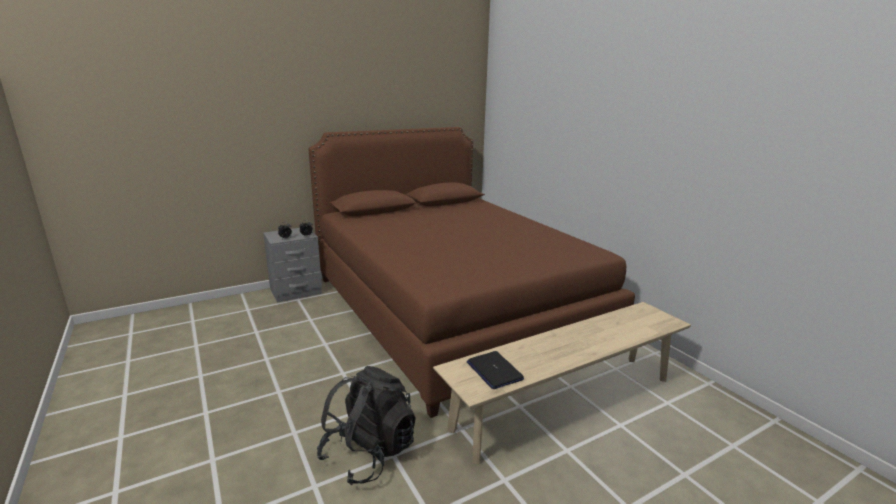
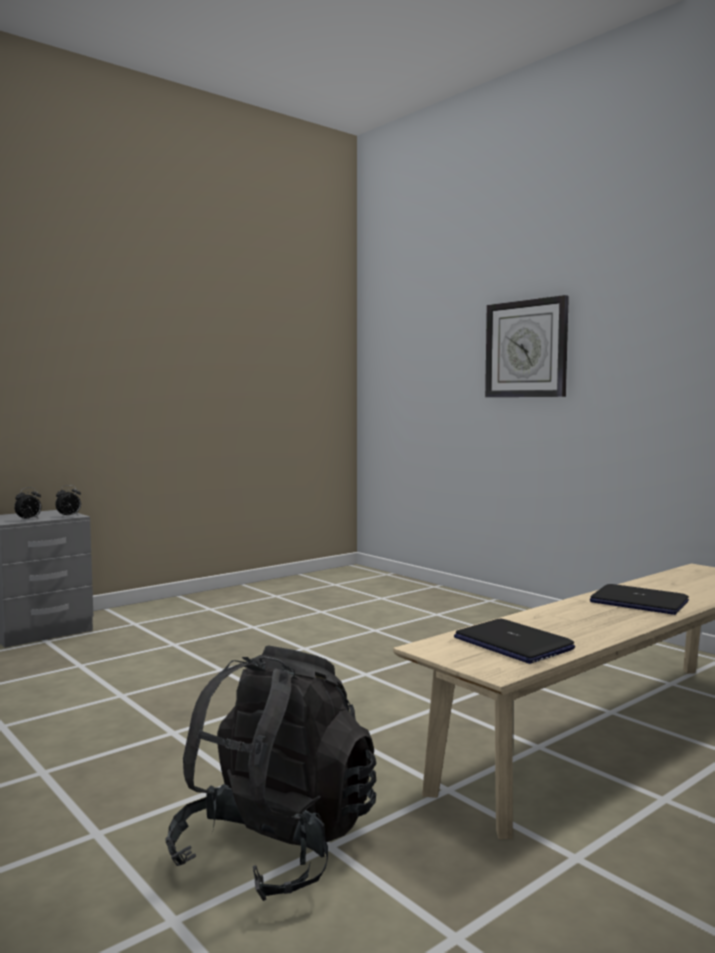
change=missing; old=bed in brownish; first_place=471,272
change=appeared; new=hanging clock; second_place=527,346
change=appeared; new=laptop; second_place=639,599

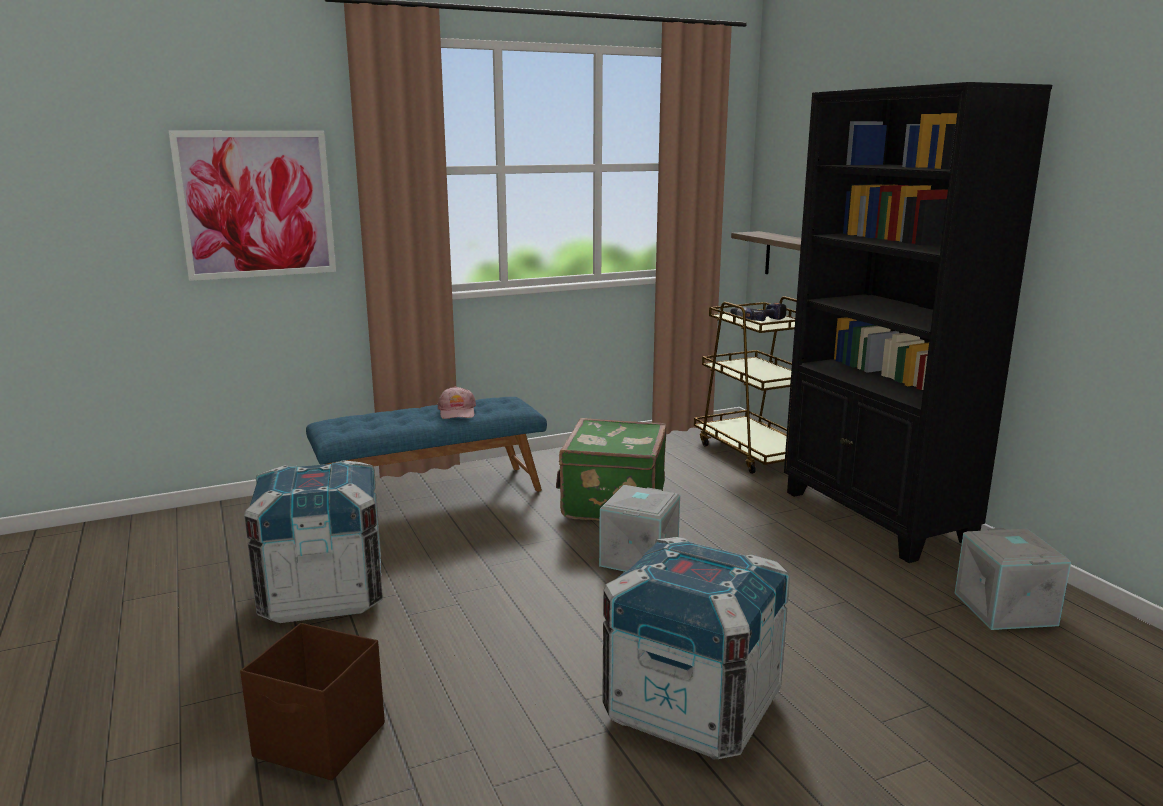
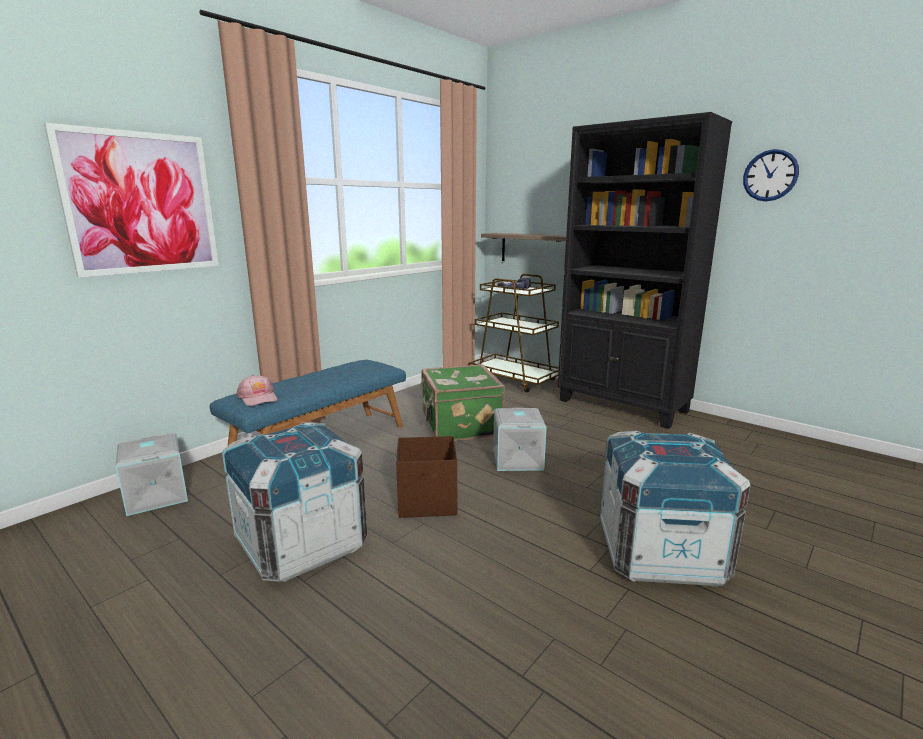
change=relocated; old=baseball cap in pink; first_place=456,402; second_place=256,390
change=relocated; old=storage box in grey; first_place=1012,579; second_place=152,474
change=relocated; old=storage box in brownish; first_place=312,702; second_place=426,477
change=appeared; new=hanging clock; second_place=771,175

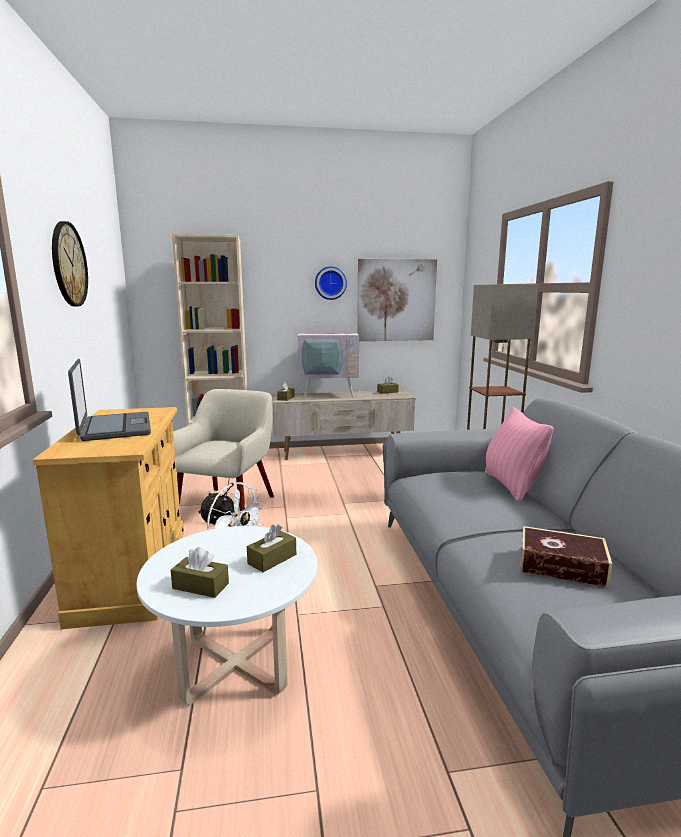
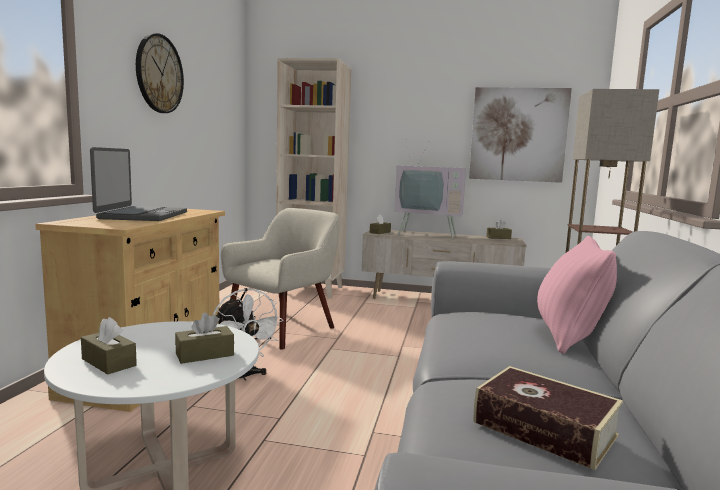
change=missing; old=hanging clock; first_place=331,283

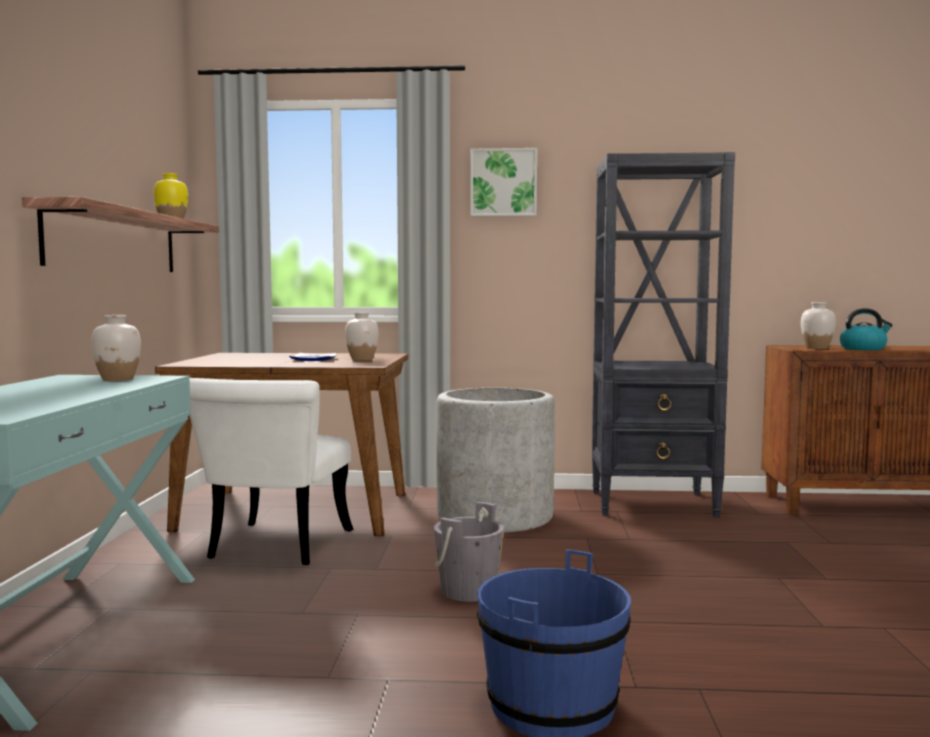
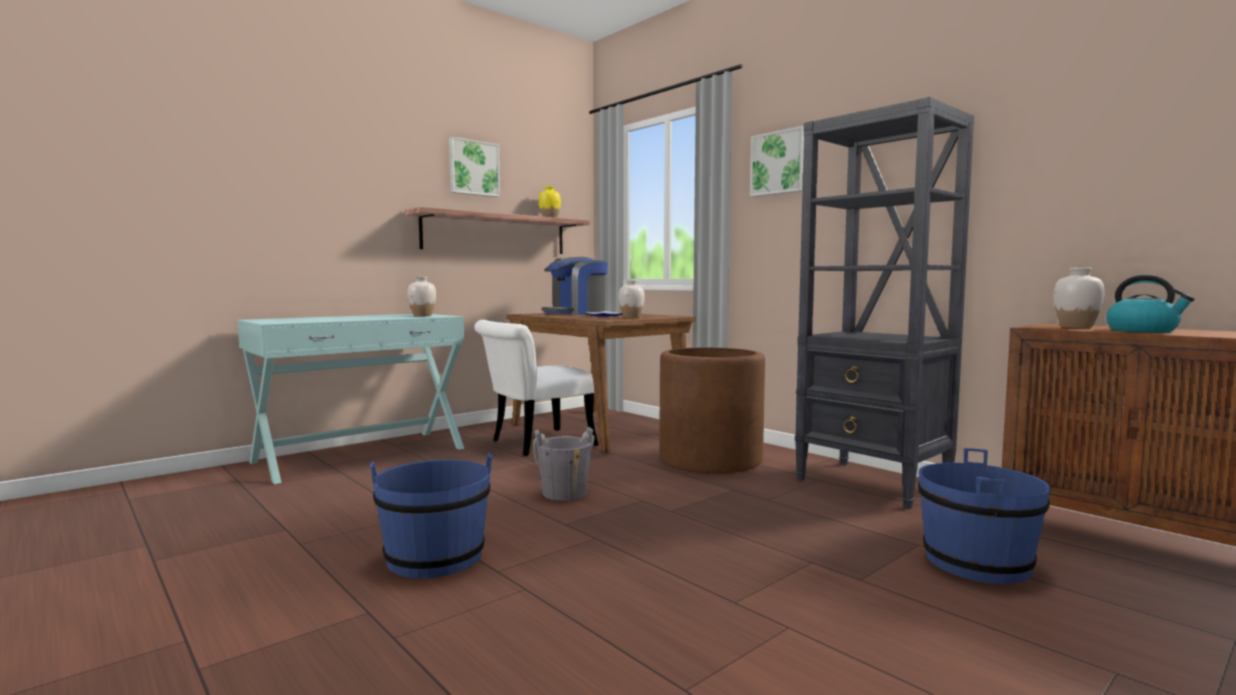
change=colour; old=plant pot in grey; new=plant pot in brownish; first_place=495,460; second_place=712,410
change=appeared; new=wall art; second_place=474,167
change=appeared; new=coffee machine; second_place=574,286
change=appeared; new=pail in blue; second_place=984,516

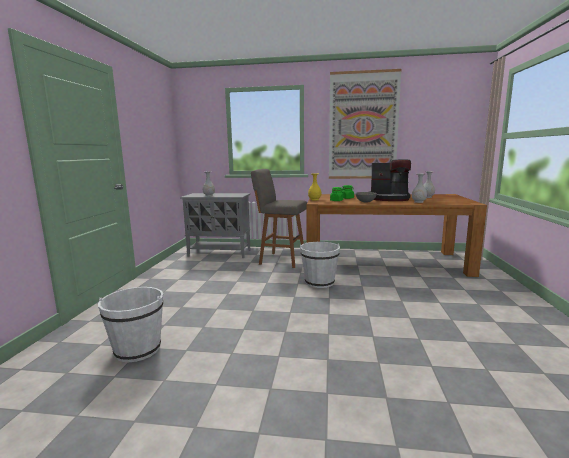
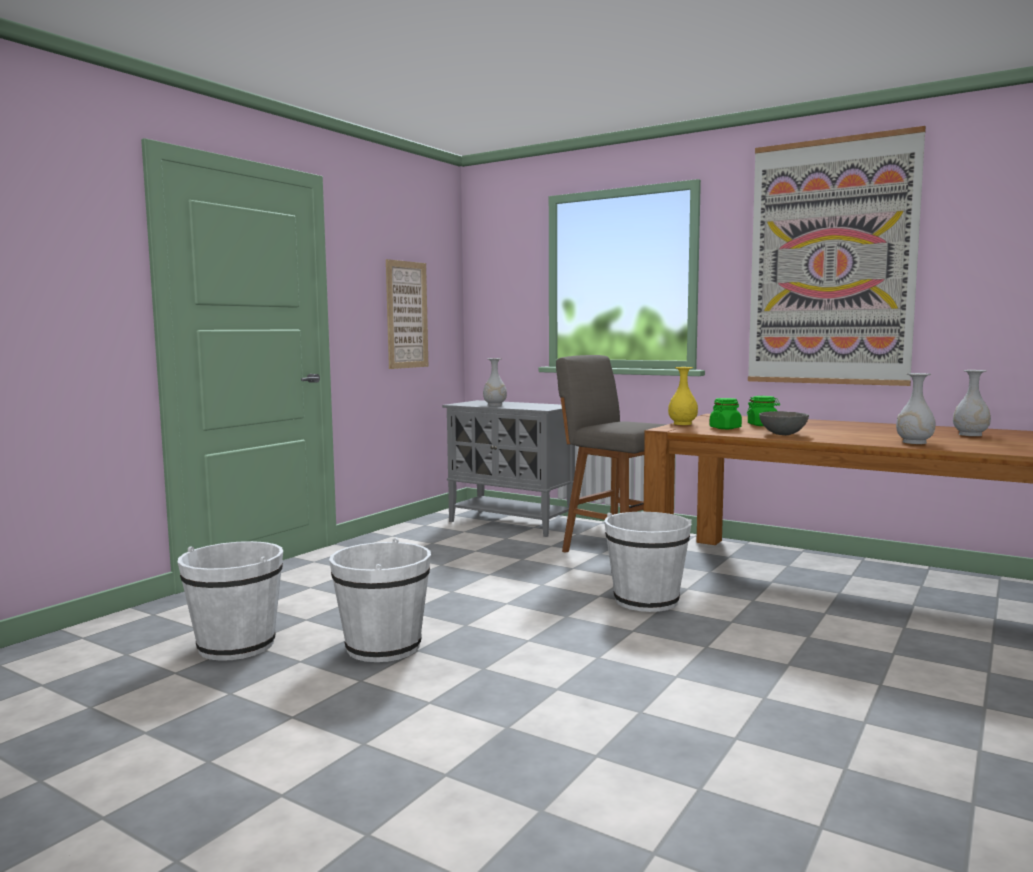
change=missing; old=coffee machine; first_place=390,180
change=appeared; new=wall art; second_place=407,314
change=appeared; new=pail in white; second_place=380,600

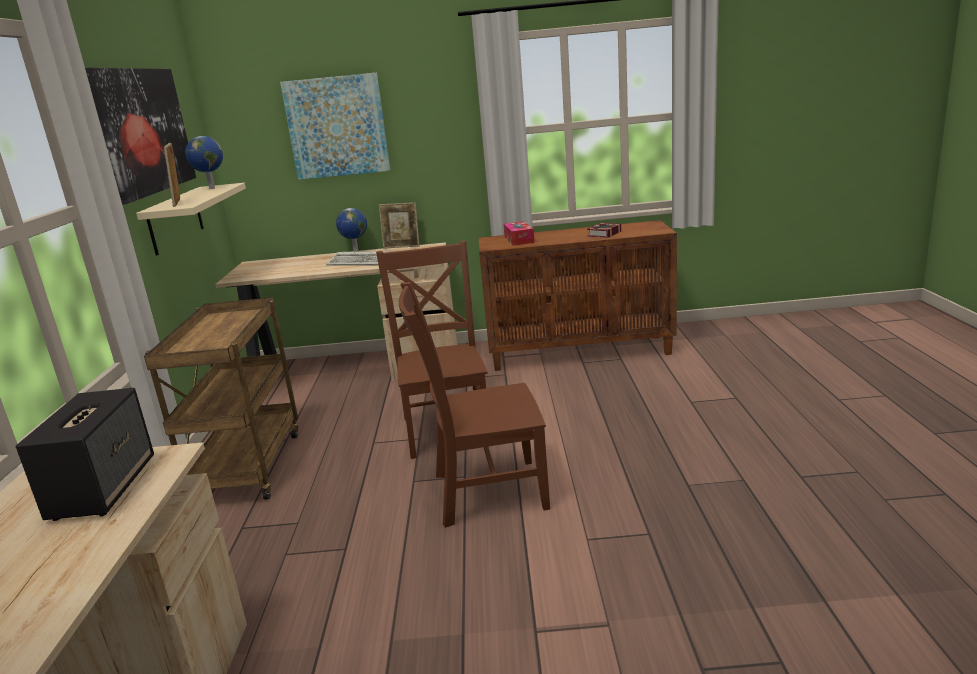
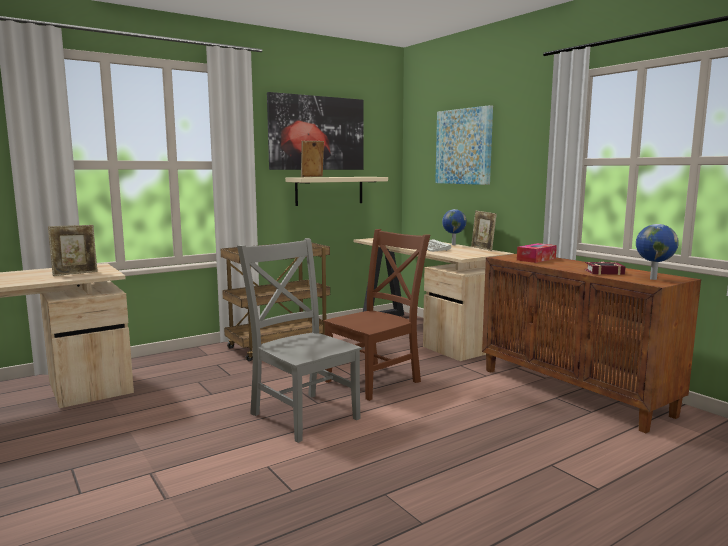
change=relocated; old=world globe; first_place=204,162; second_place=657,252
change=colour; old=upright chair in brownish; new=upright chair in grey; first_place=474,405; second_place=299,340
change=exchanged; old=loudspeaker; new=picture frame; first_place=85,454; second_place=73,250

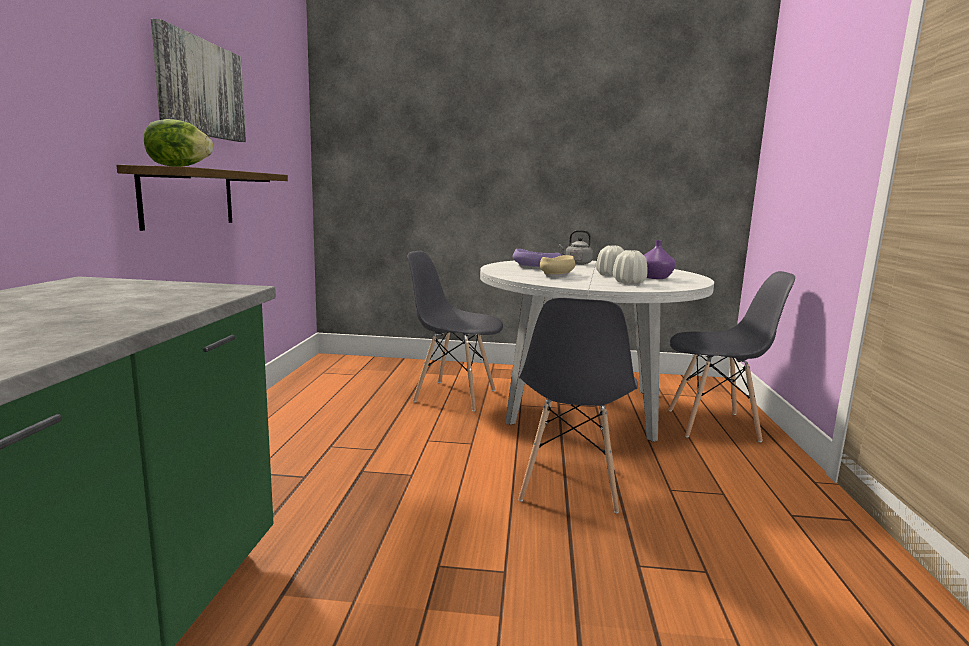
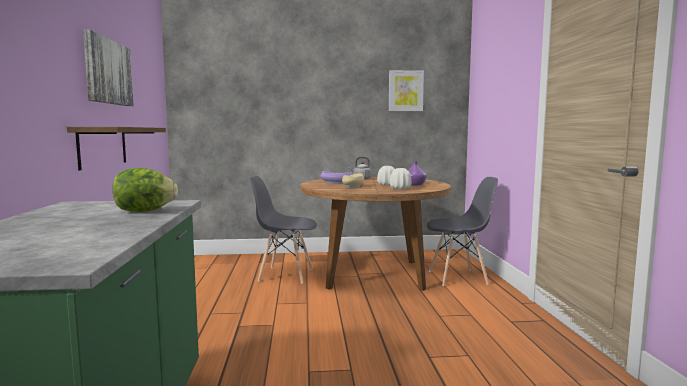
change=relocated; old=head of lettuce; first_place=178,143; second_place=145,190
change=colour; old=kitchen table in white; new=kitchen table in brownish; first_place=597,351; second_place=376,234
change=missing; old=upright chair in grey; first_place=578,405
change=appeared; new=wall art; second_place=406,90

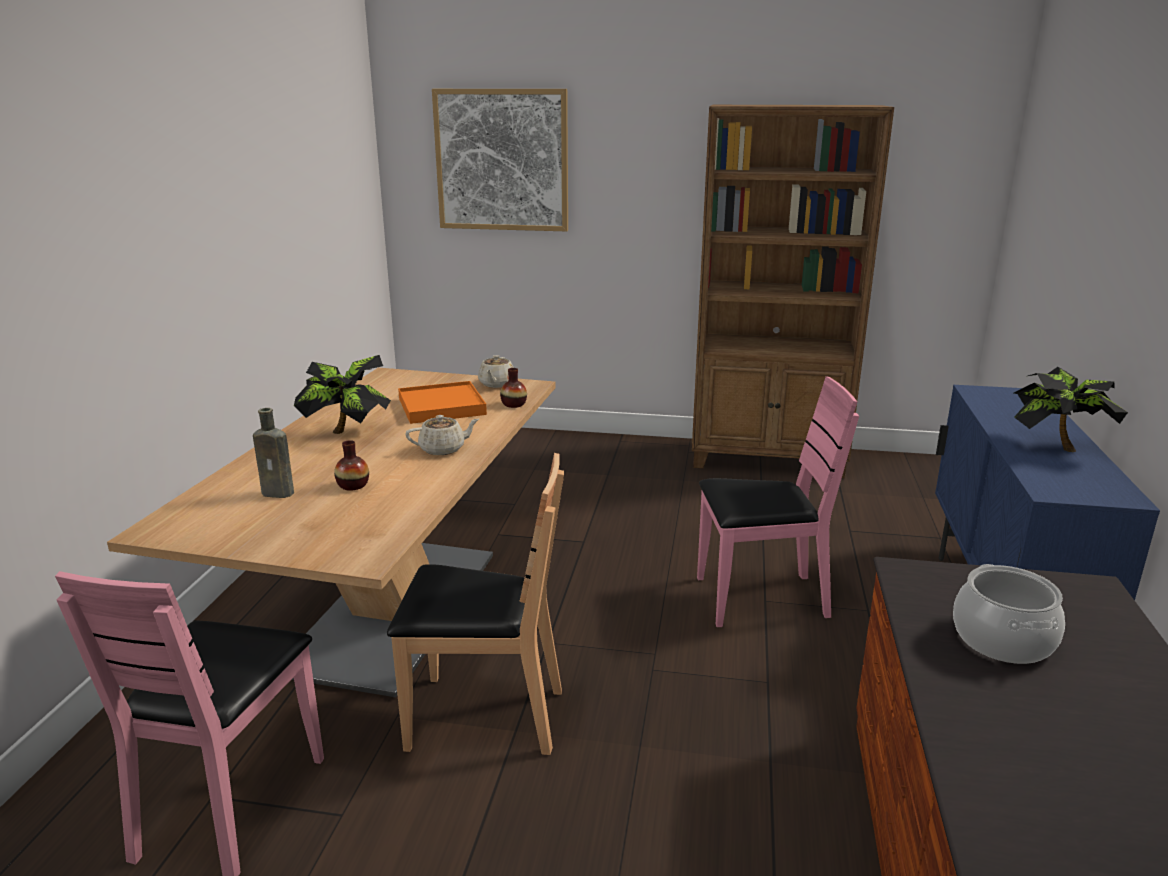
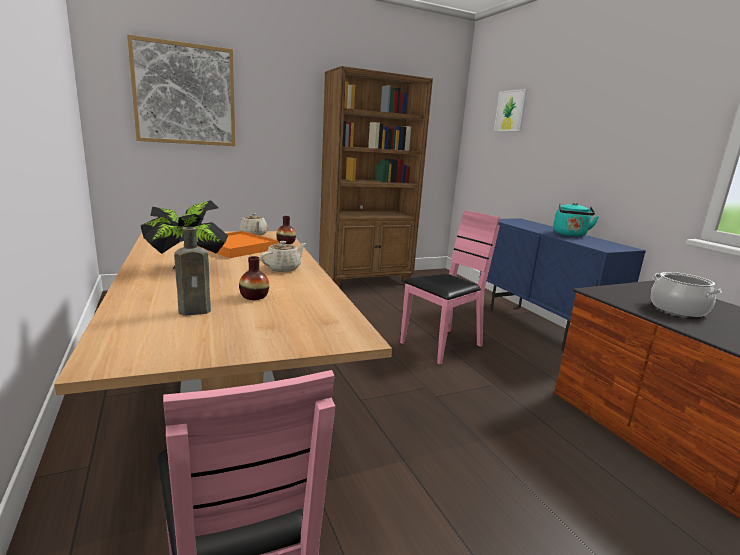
change=exchanged; old=plant in a pot; new=water kettle in blue-green; first_place=1071,409; second_place=576,220
change=missing; old=upright chair in brownish; first_place=475,604
change=appeared; new=wall art; second_place=511,110

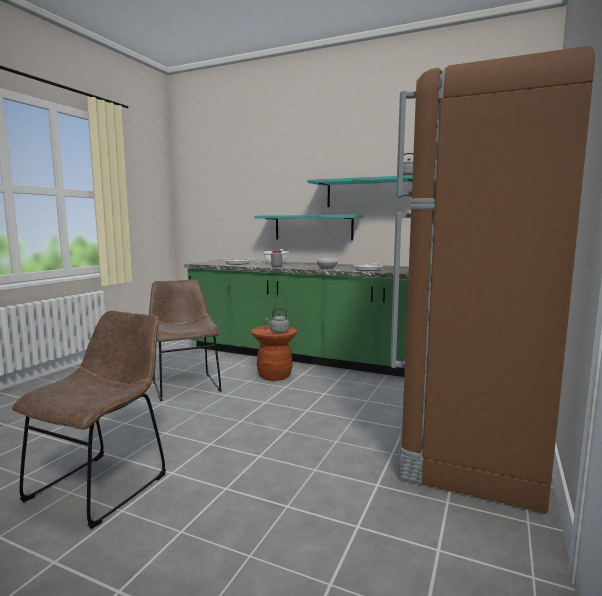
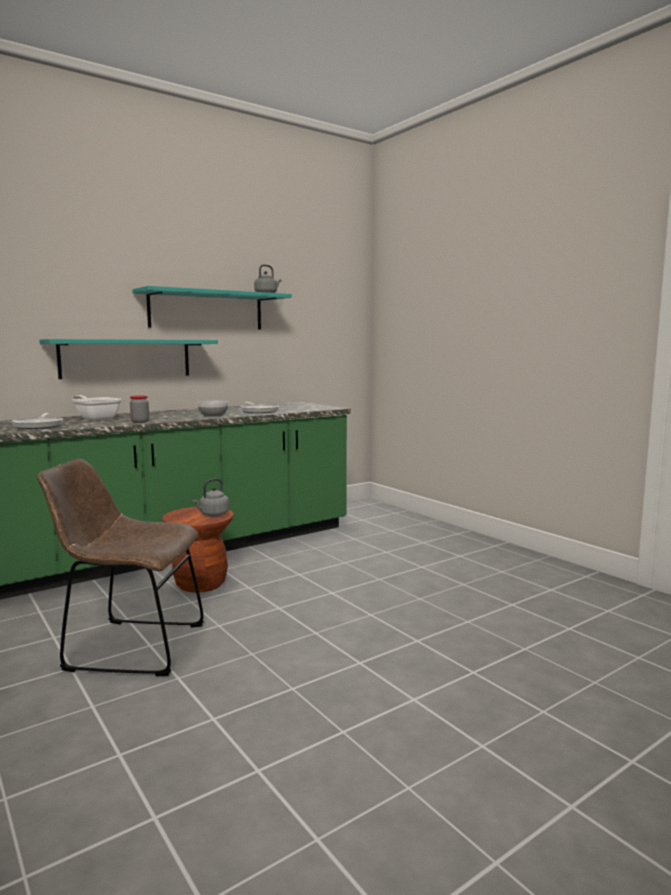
change=missing; old=kitchen fridge in brownish; first_place=492,279
change=missing; old=upright chair in brownish; first_place=89,420

